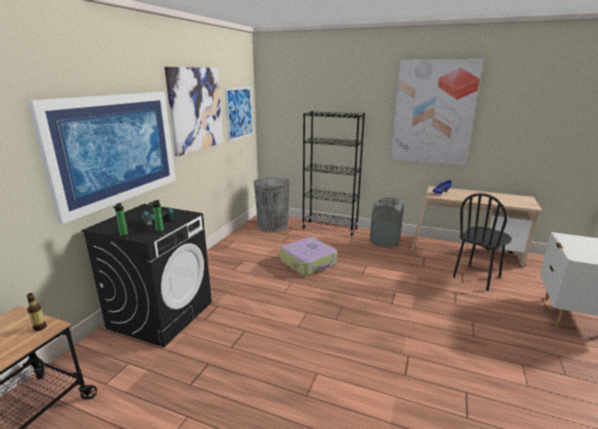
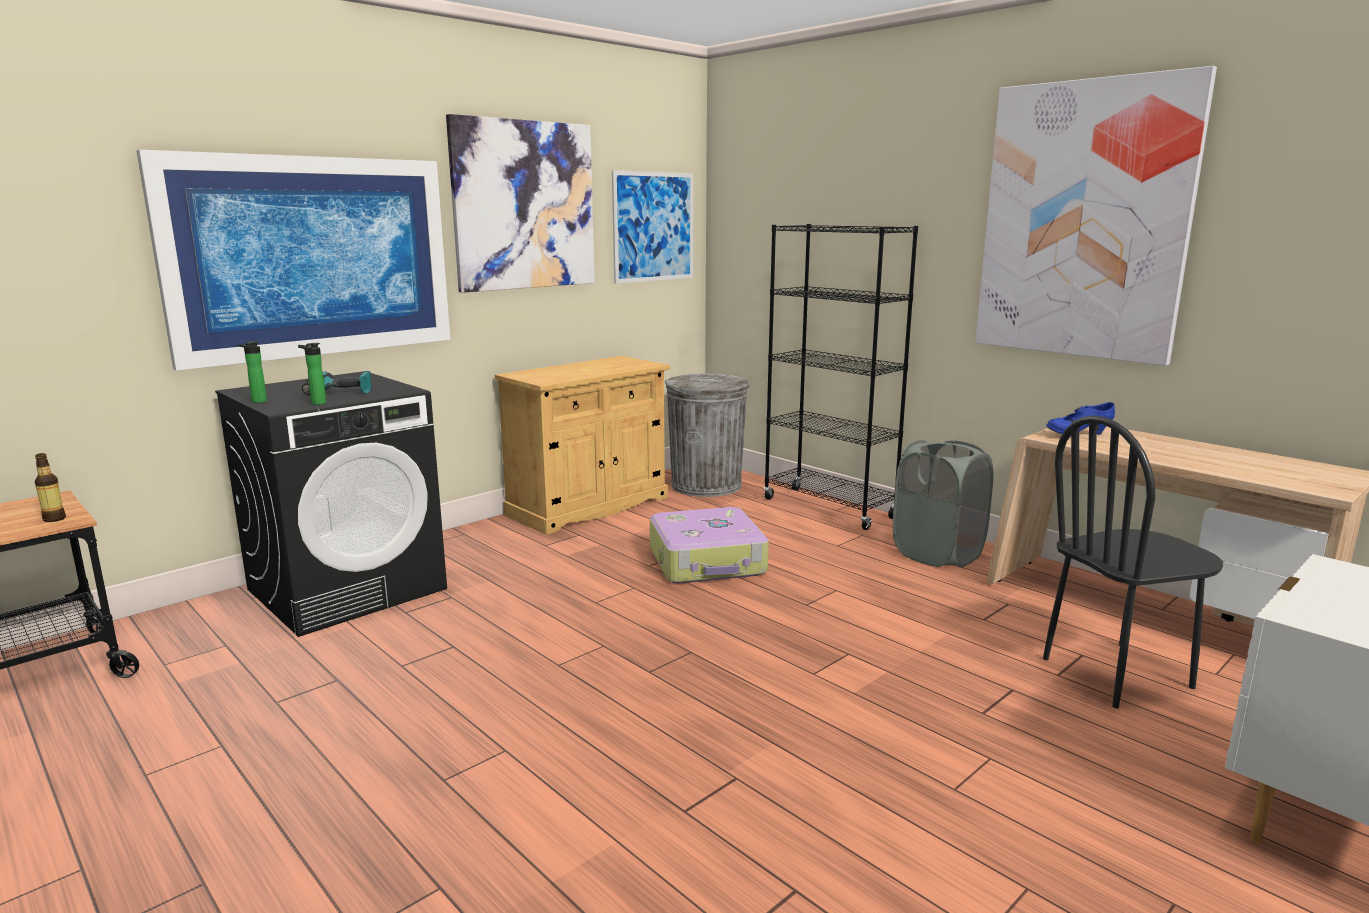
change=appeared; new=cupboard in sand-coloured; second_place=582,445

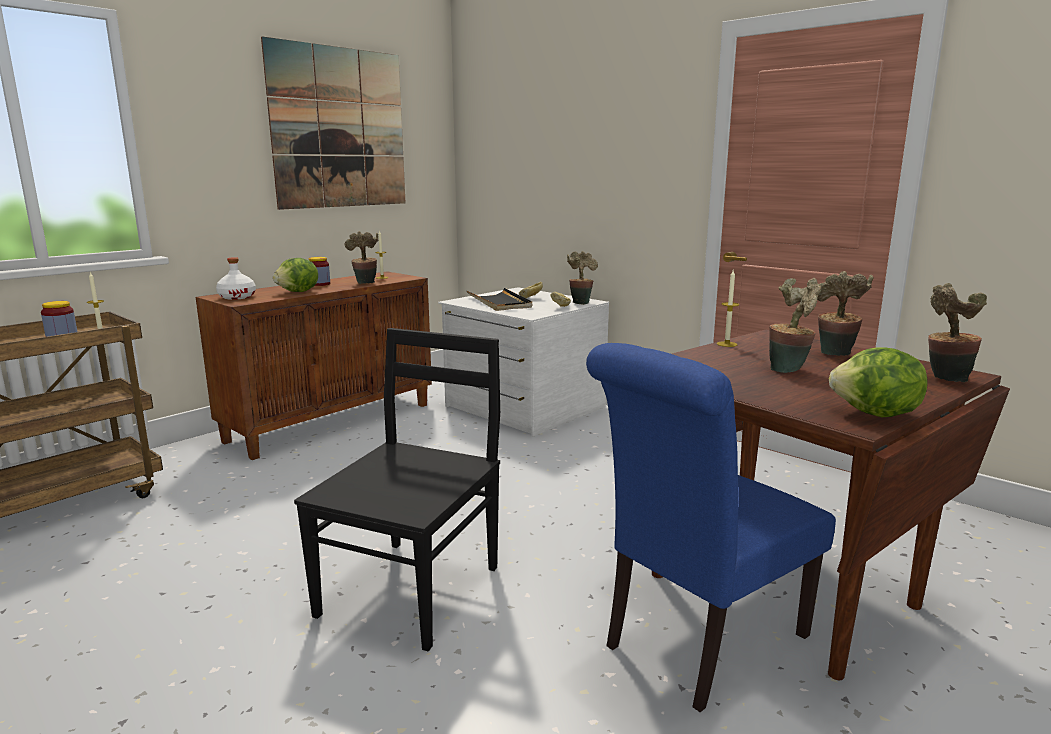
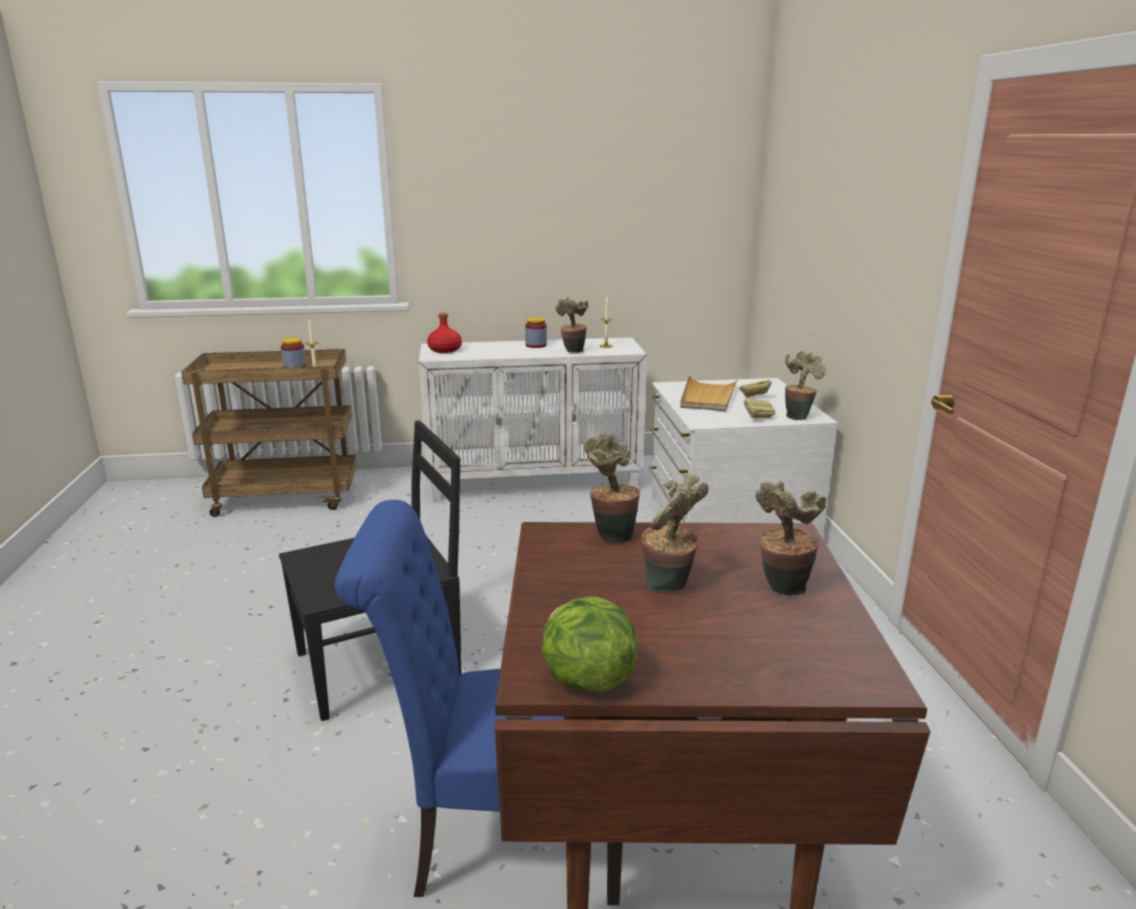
change=missing; old=wall art; first_place=333,123
change=colour; old=beverage bottle in white; new=beverage bottle in red-coloured; first_place=236,278; second_place=444,333
change=missing; old=head of lettuce; first_place=295,275
change=missing; old=wax candle; first_place=728,308
change=colour; old=cupboard in brownish; new=cupboard in white; first_place=314,365; second_place=533,419
change=relocated; old=plant in a pot; first_place=957,332; second_place=612,488
change=colour; old=carrying tray in black; new=carrying tray in sand-coloured; first_place=499,299; second_place=709,393

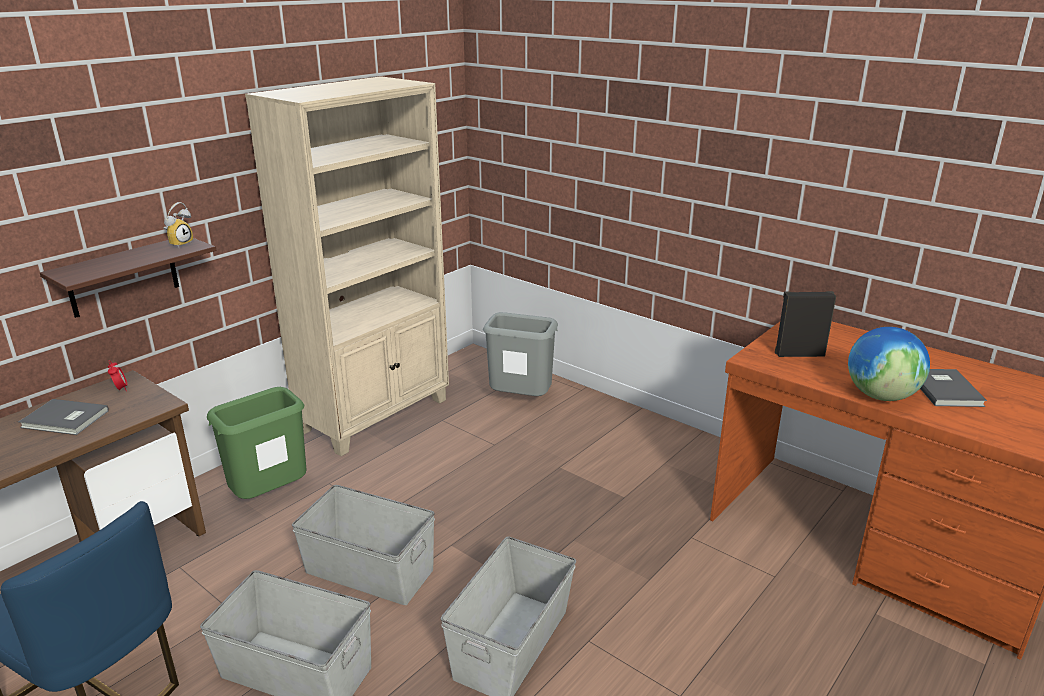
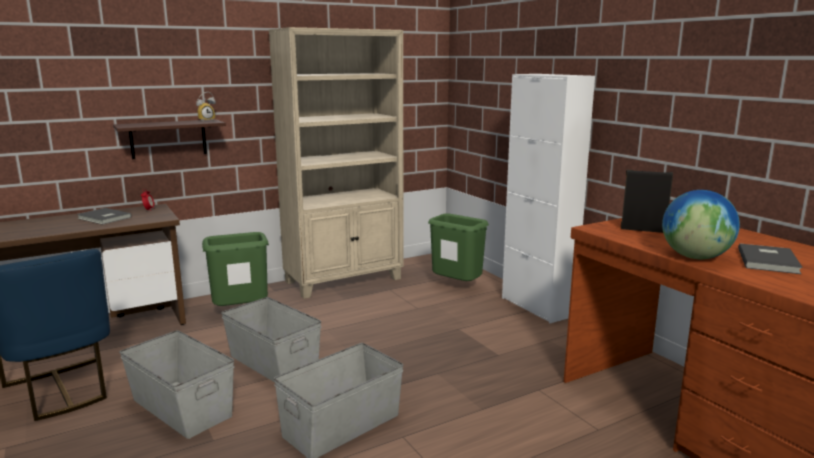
change=colour; old=waste bin in grey; new=waste bin in green-coloured; first_place=520,354; second_place=458,247
change=appeared; new=cupboard in white; second_place=548,198

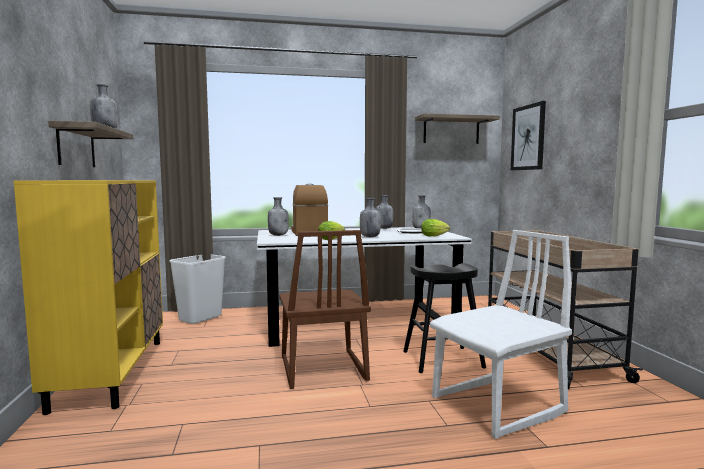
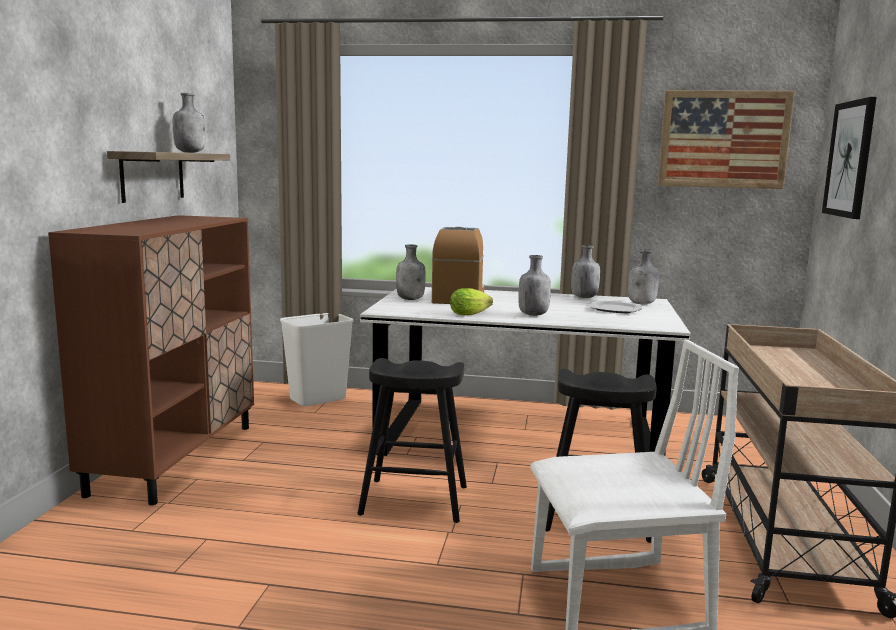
change=exchanged; old=bracket shelf; new=wall art; first_place=457,128; second_place=726,139
change=colour; old=cupboard in yellow-coloured; new=cupboard in brownish; first_place=88,297; second_place=151,360
change=missing; old=head of lettuce; first_place=435,227
change=exchanged; old=upright chair in brownish; new=sitting stool in black; first_place=325,309; second_place=412,440

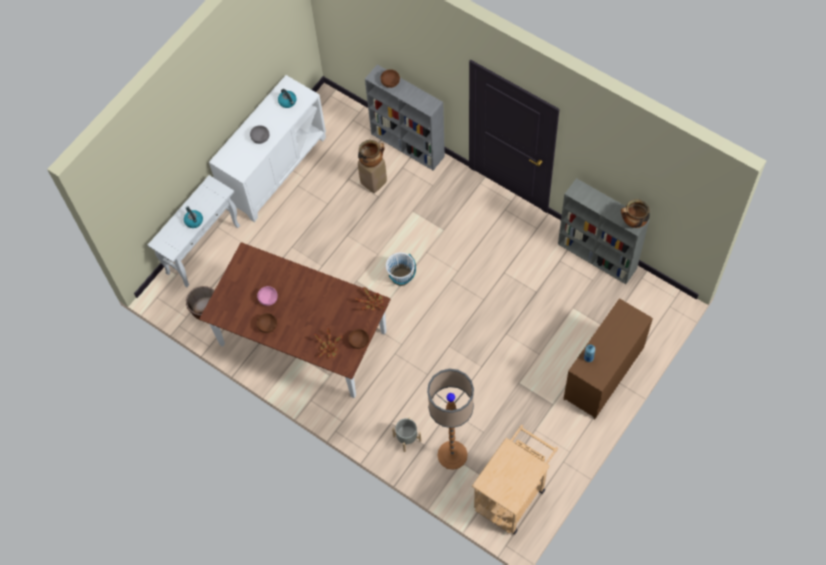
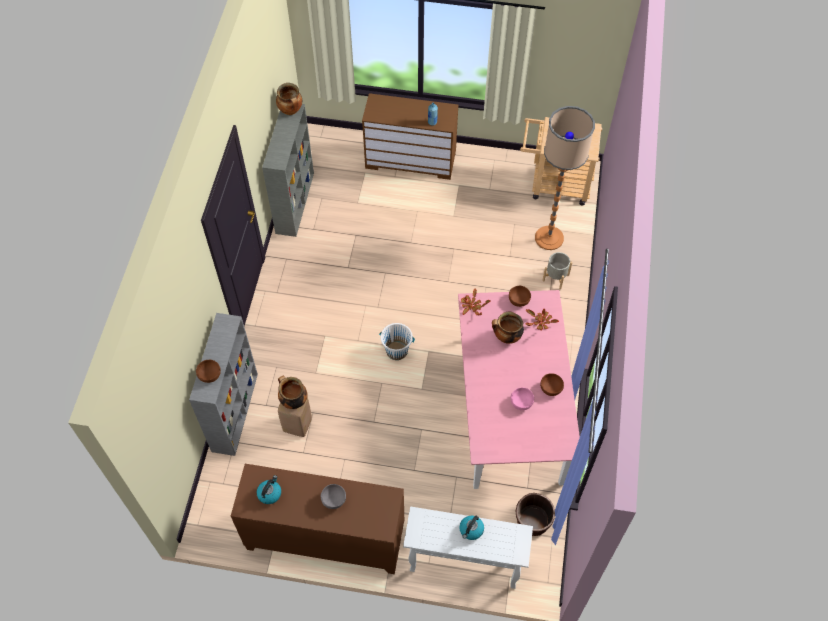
change=colour; old=cupboard in white; new=cupboard in brownish; first_place=267,148; second_place=317,519
change=colour; old=kitchen table in brownish; new=kitchen table in pink; first_place=295,320; second_place=519,389
change=appeared; new=cooking pot; second_place=508,328

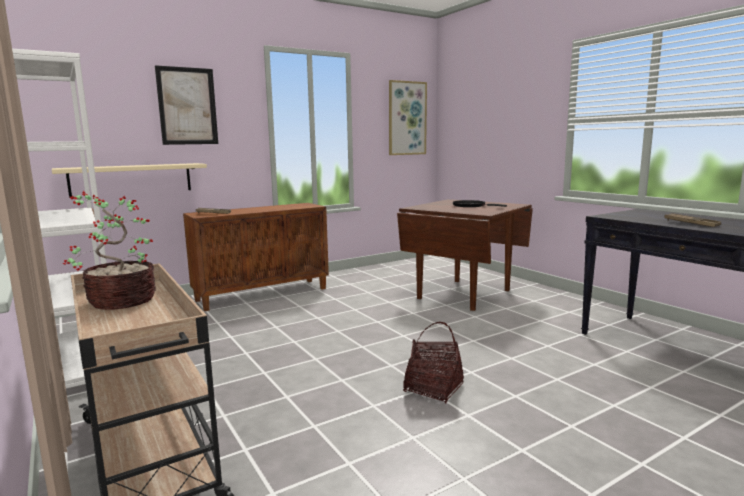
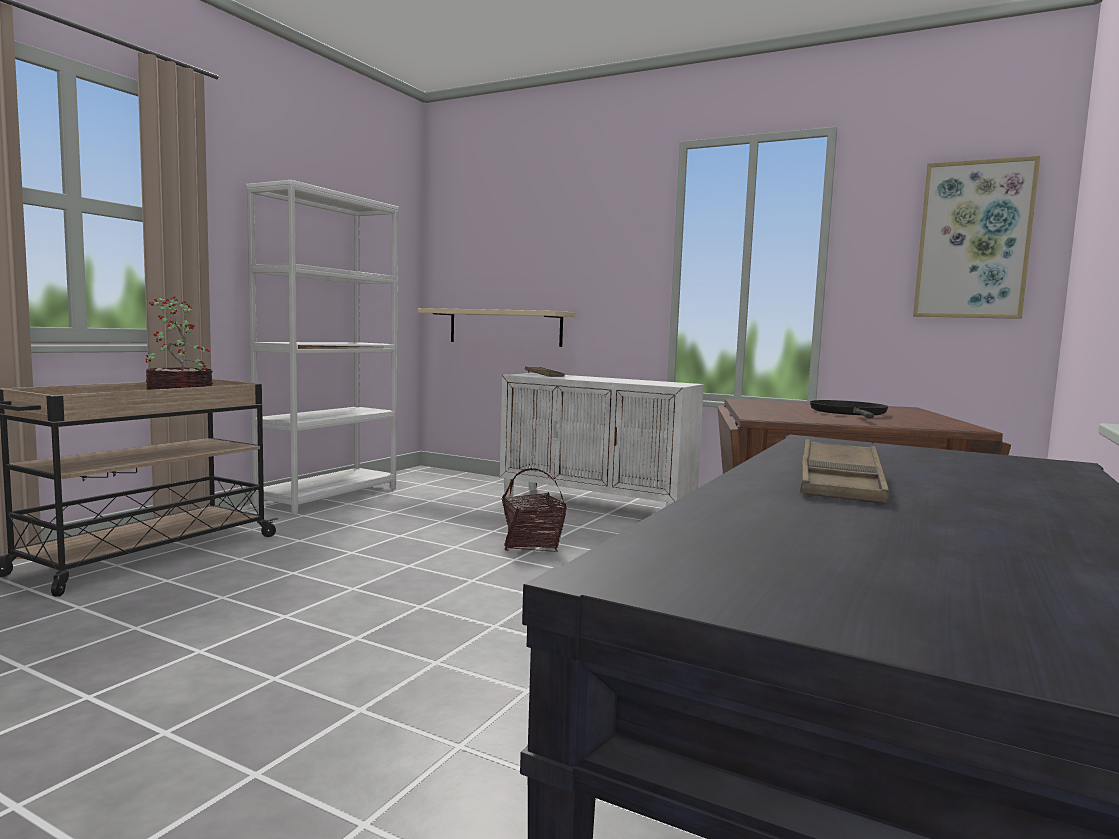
change=missing; old=wall art; first_place=186,105
change=colour; old=cupboard in brownish; new=cupboard in white; first_place=256,257; second_place=602,439
change=relocated; old=storage basket; first_place=433,362; second_place=534,510

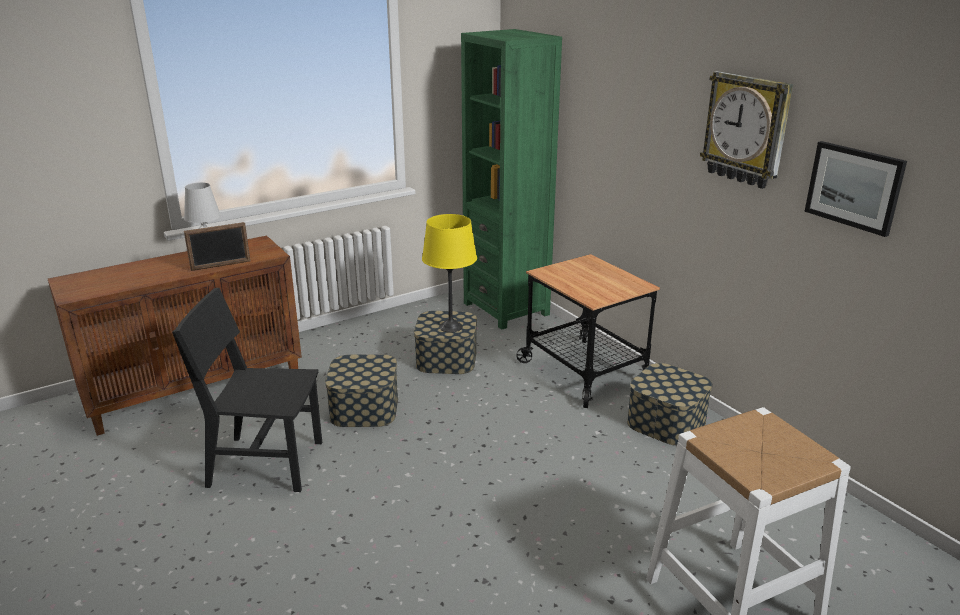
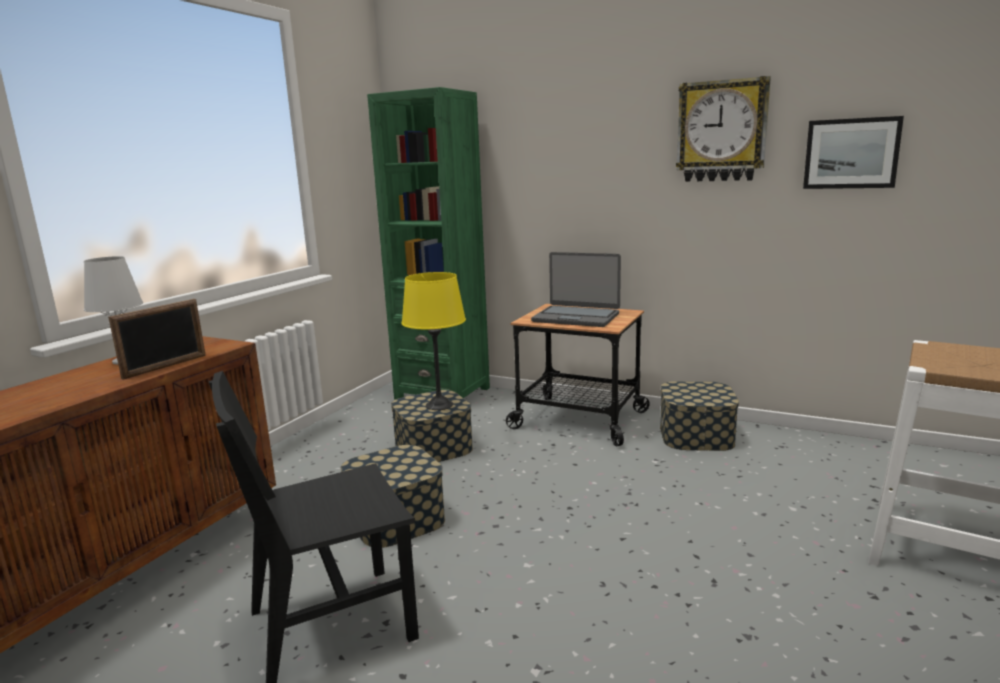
change=appeared; new=laptop; second_place=576,289

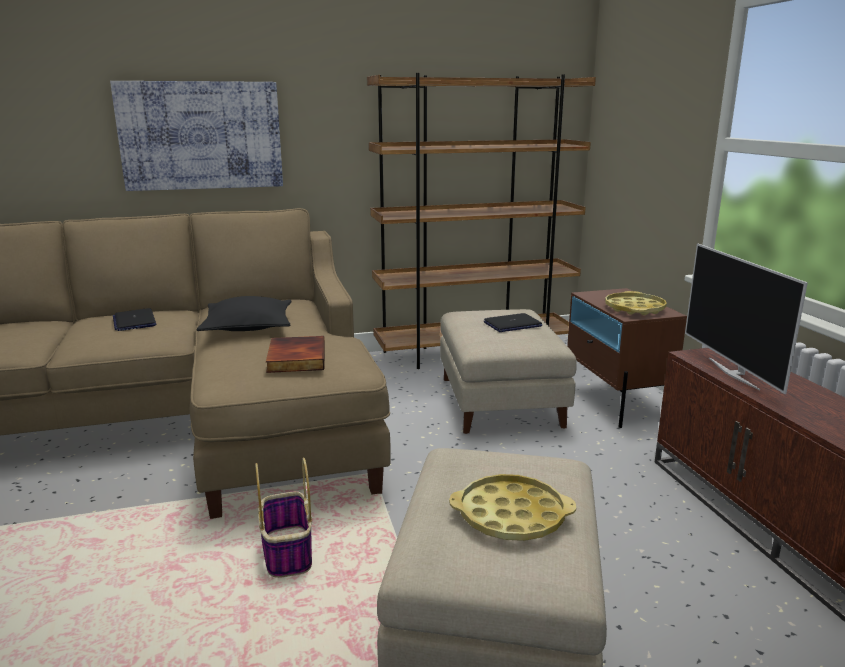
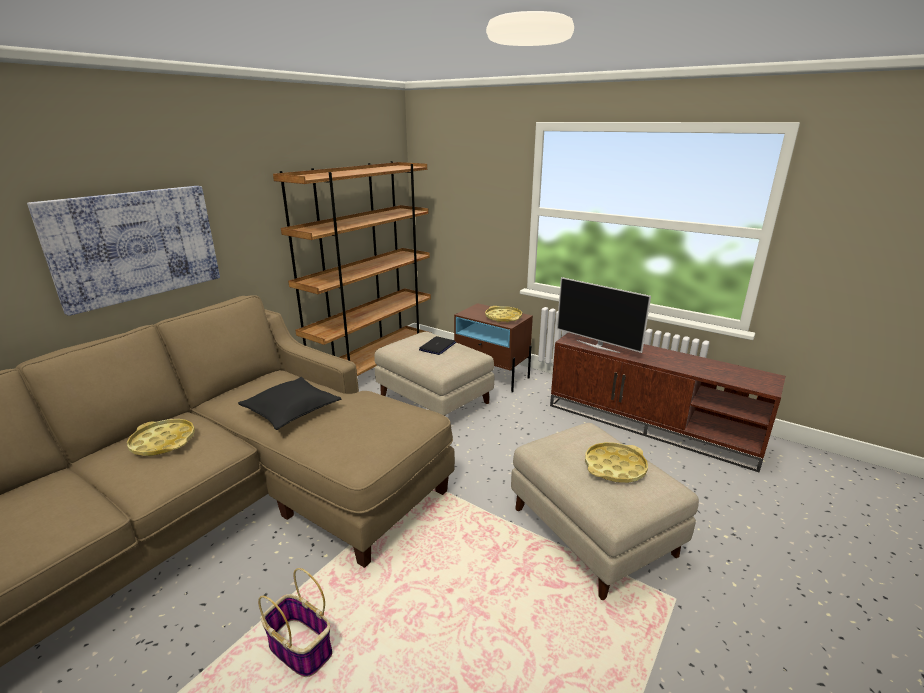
change=exchanged; old=laptop; new=carrying tray in yellow-coloured; first_place=134,319; second_place=161,437
change=missing; old=bound book; first_place=295,354
change=relocated; old=storage basket; first_place=283,517; second_place=295,622

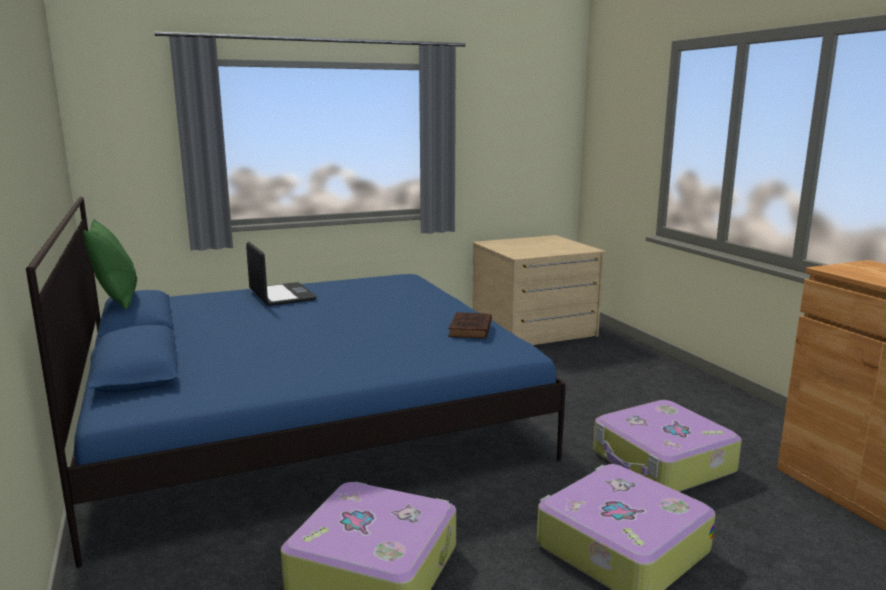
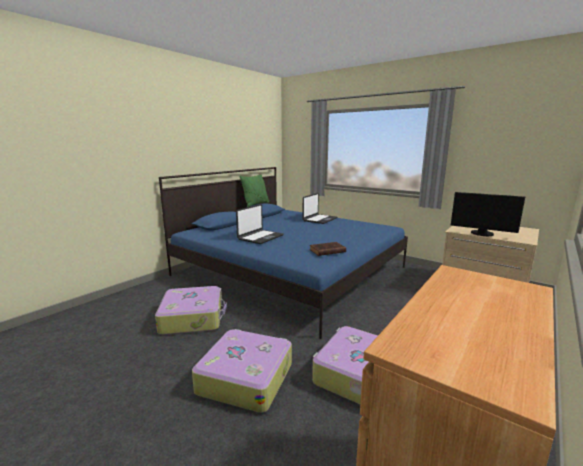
change=appeared; new=computer screen; second_place=488,214
change=appeared; new=laptop; second_place=260,224

